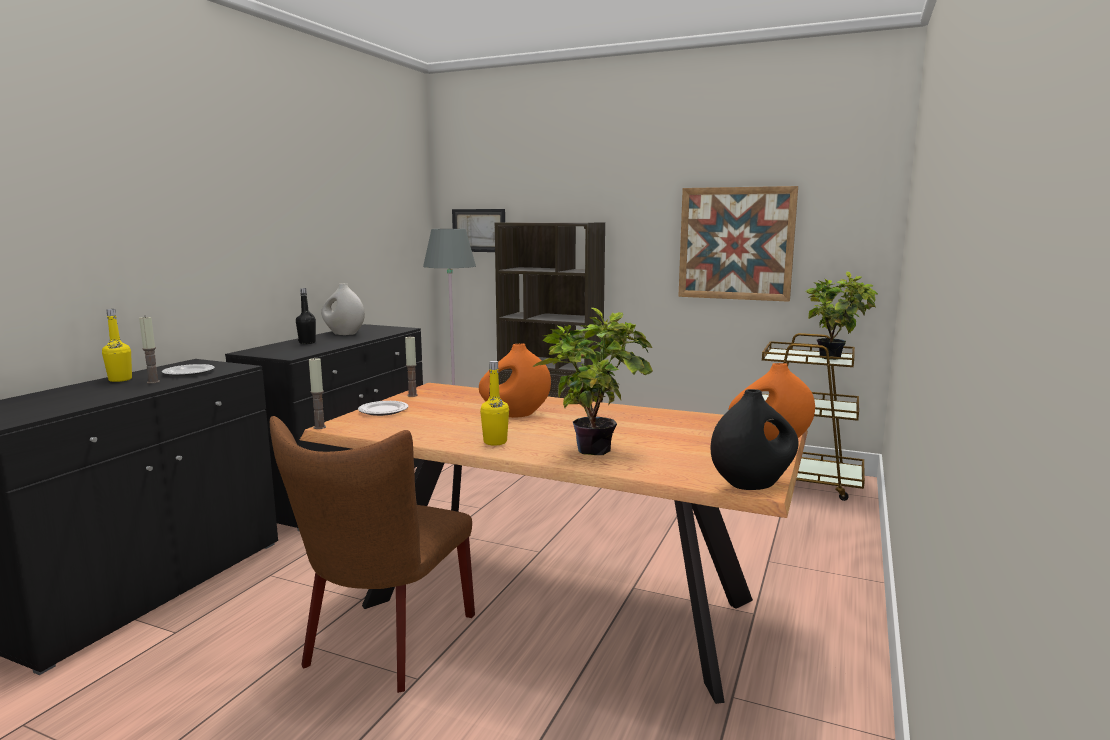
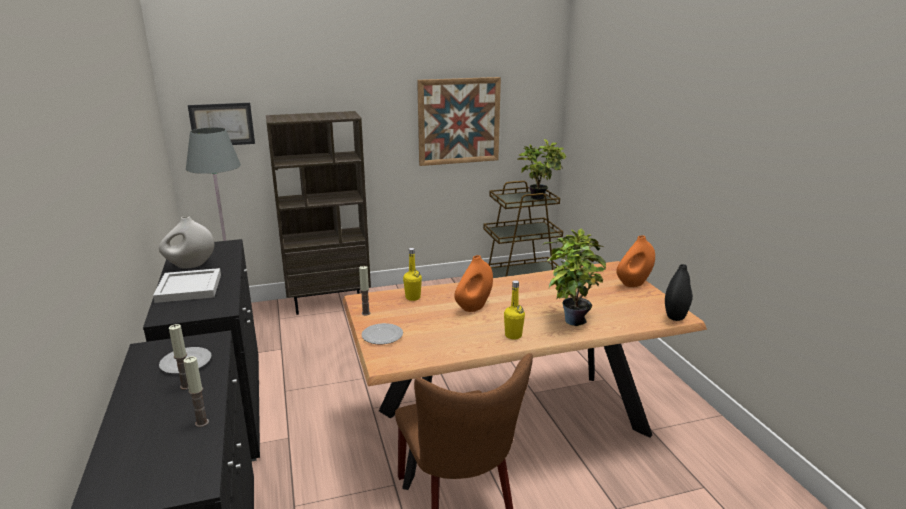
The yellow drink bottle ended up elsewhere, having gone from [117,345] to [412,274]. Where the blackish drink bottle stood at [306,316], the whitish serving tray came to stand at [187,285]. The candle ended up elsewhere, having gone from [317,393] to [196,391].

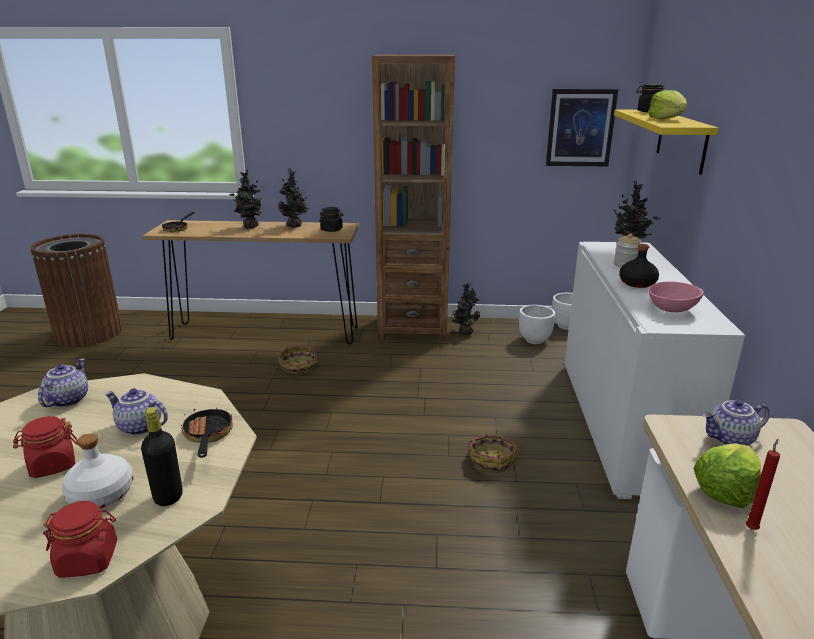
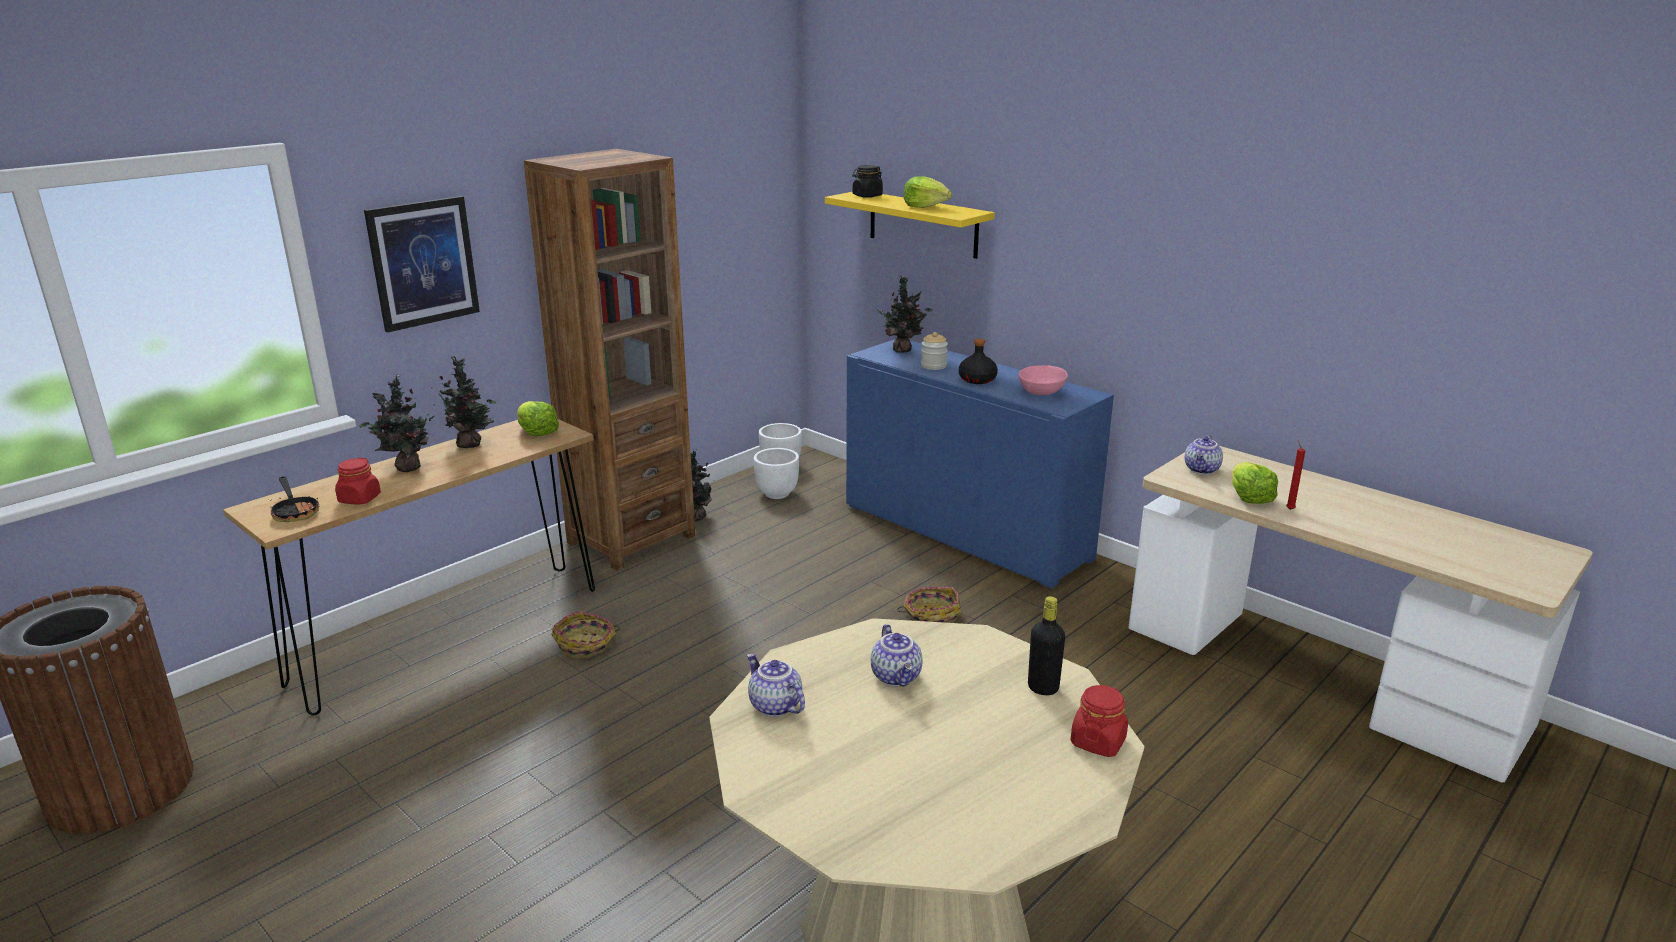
The red storage jar ended up elsewhere, having gone from [45,447] to [358,481]. The second view lost the whitish drink bottle at [97,471]. The pot for tea at [136,411] ended up facing another way, 75 degrees counterclockwise from before. The second view lost the frying pan at [207,433]. Where the blackish storage jar stood at [331,219], the lettuce head came to stand at [538,419]. The wall art ended up elsewhere, having gone from [582,127] to [422,264]. What was the whitish cupboard at [655,370] turned into the bluish cupboard at [980,464].

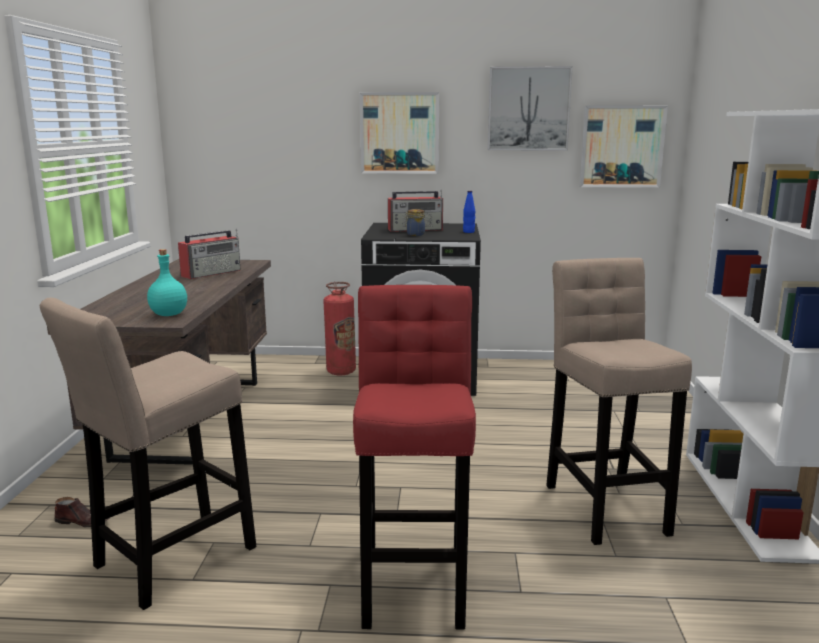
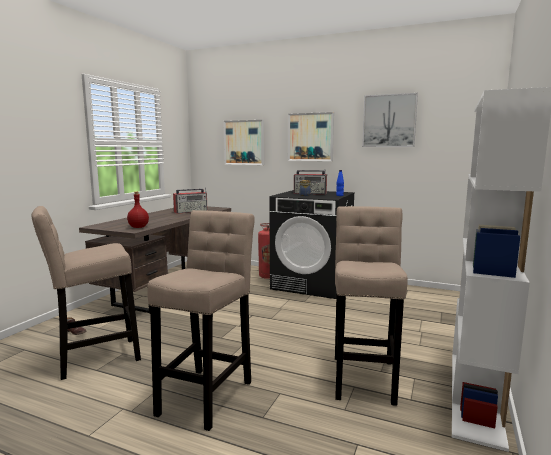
What was the turquoise-coloured drink bottle at [167,282] turned into the red drink bottle at [138,210]. What was the red sitting stool at [414,457] turned into the sand-coloured sitting stool at [201,320]. The wall art ended up elsewhere, having gone from [623,146] to [243,142].

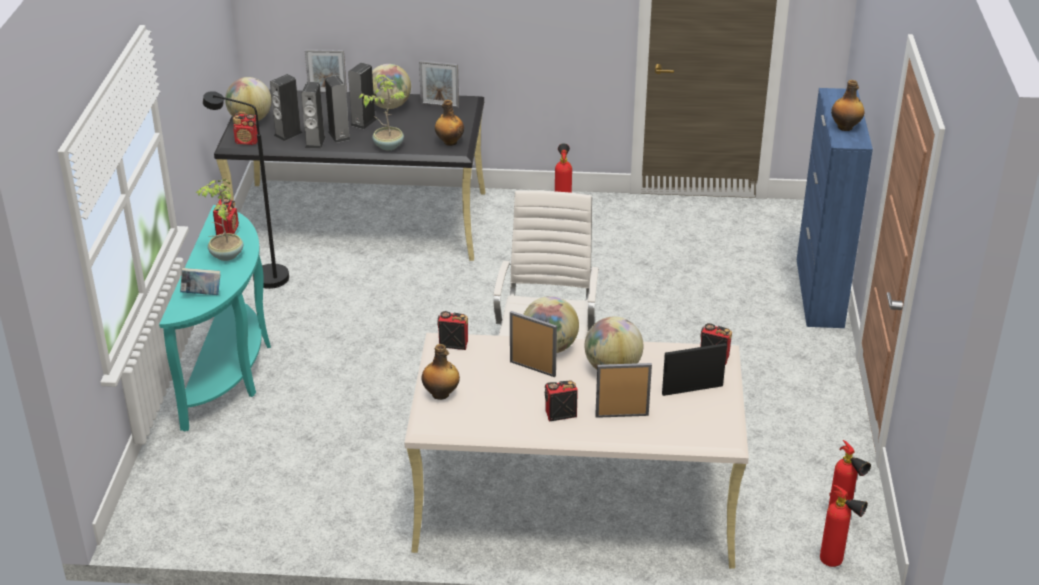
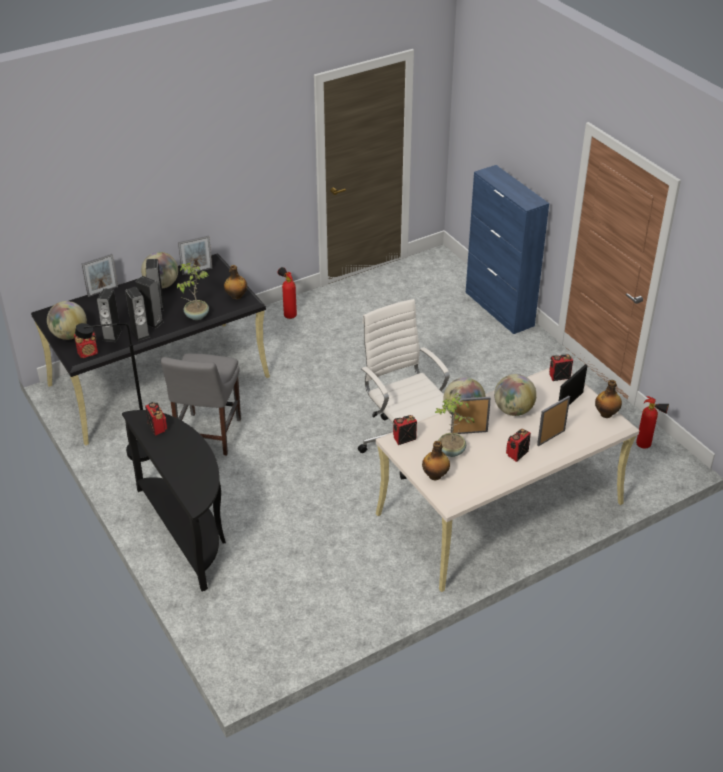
What was the turquoise-coloured hall table at [215,318] turned into the blackish hall table at [174,500]. The second view lost the bound book at [200,281]. The plant in a pot ended up elsewhere, having gone from [219,220] to [455,425]. The second view lost the fire extinguisher at [844,526]. The drink bottle ended up elsewhere, having gone from [847,105] to [608,399]. The second view gained the grey plain chair at [201,404].

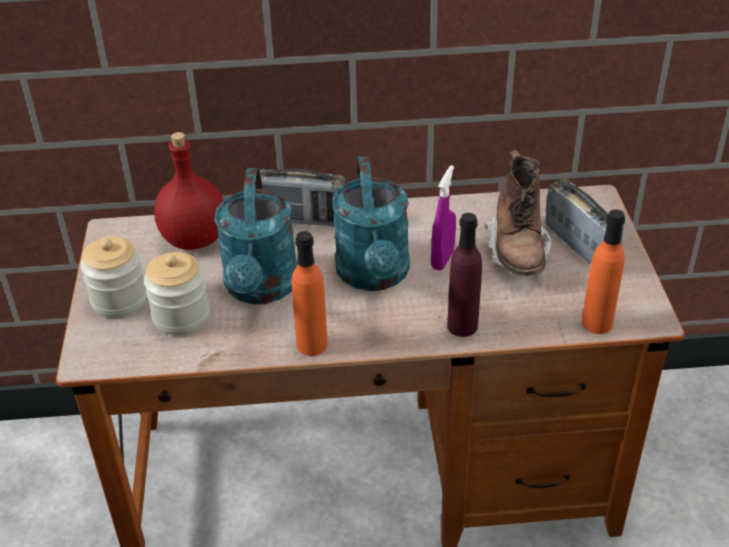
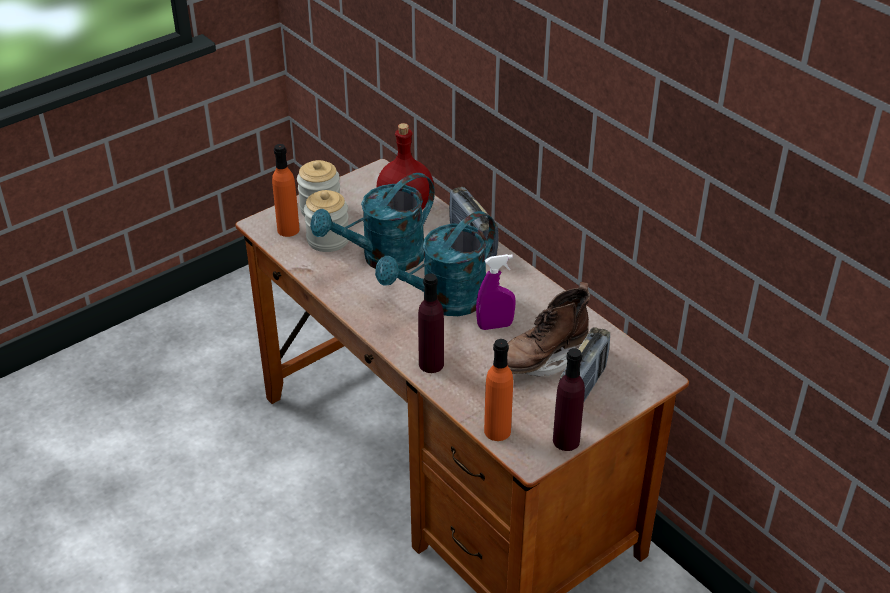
The orange-coloured drink bottle ended up elsewhere, having gone from [310,293] to [286,190]. The second view gained the purple drink bottle at [569,399].

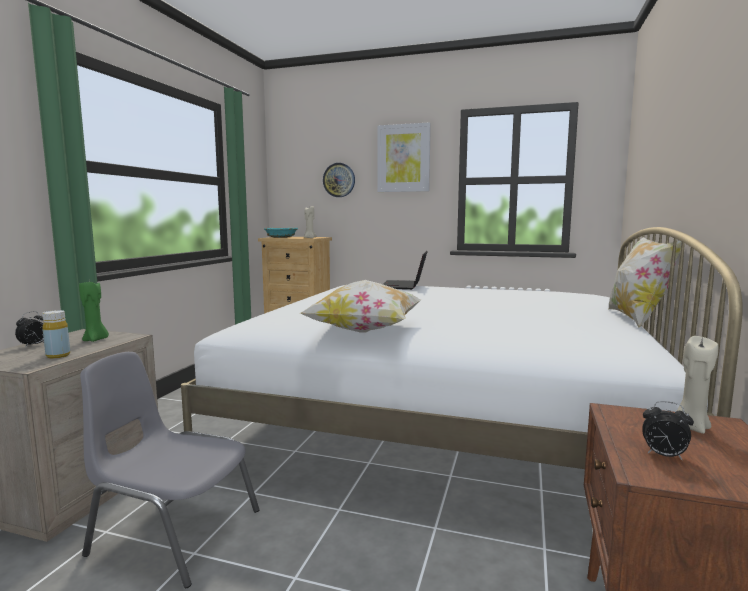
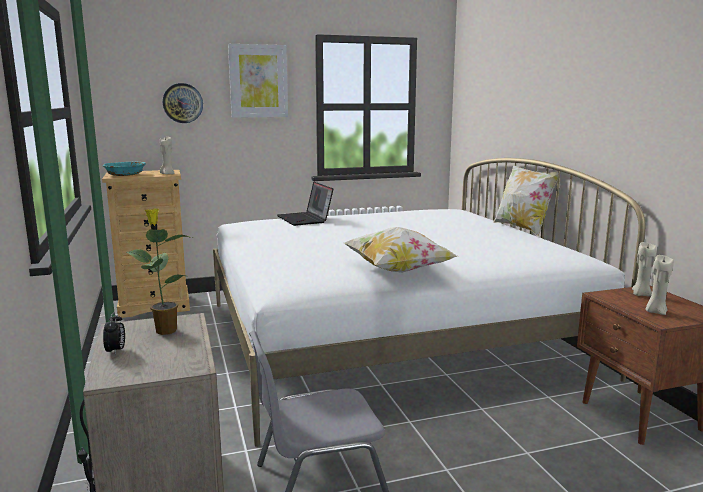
The second view lost the yellow drink bottle at [56,334]. Where the greenish candle stood at [94,311], the plant in a pot came to stand at [159,271]. Where the bedside clock stood at [668,430], the sand-coloured candle came to stand at [659,285].

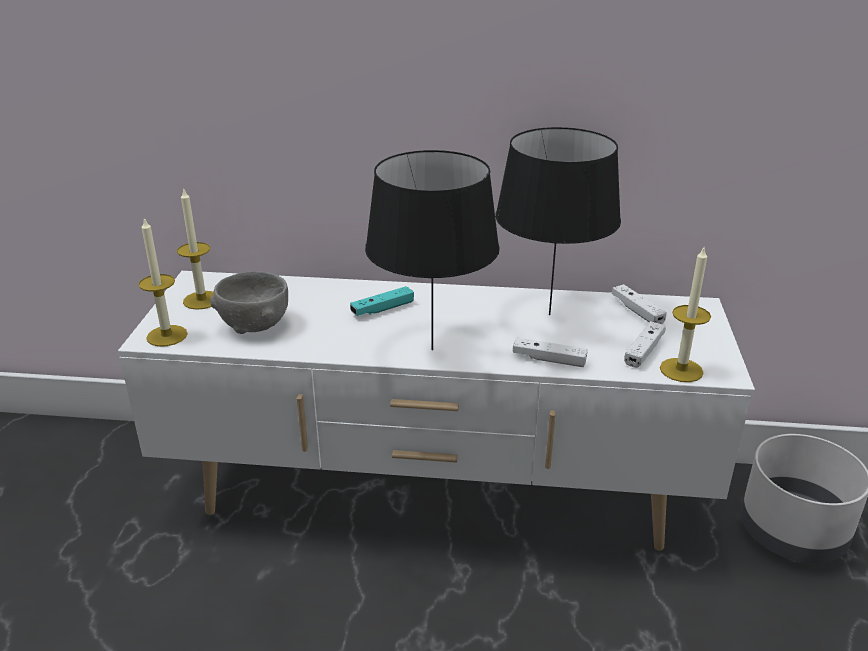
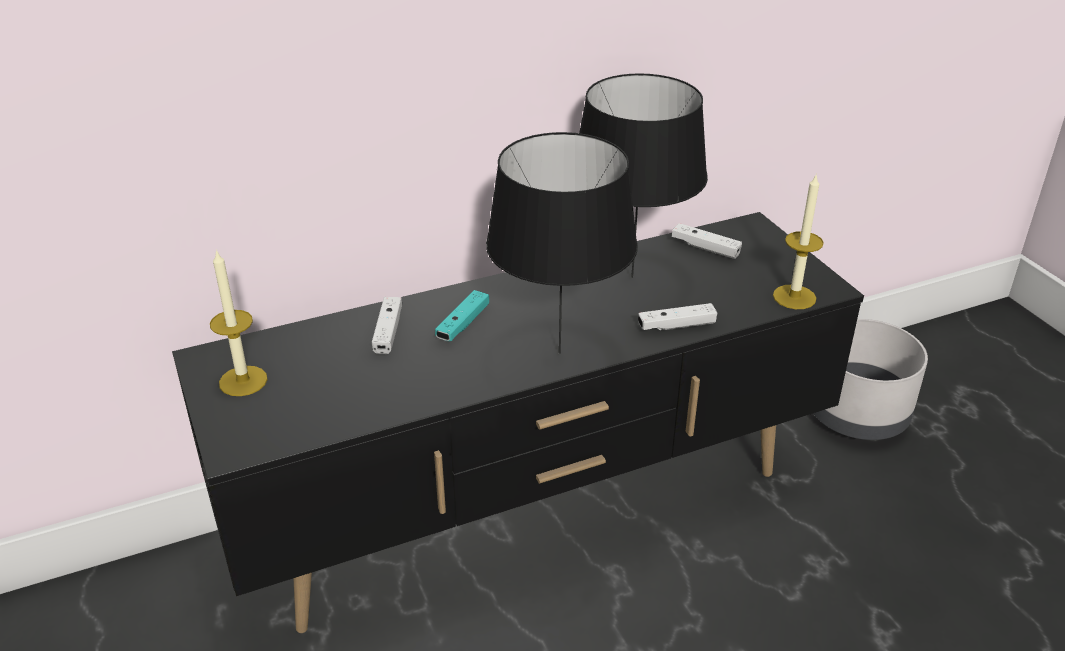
What was the whitish tv unit at [436,411] turned into the blackish tv unit at [518,422]. The second view lost the candle at [163,282]. The second view lost the grey deep dish at [249,302]. The whitish joypad ended up elsewhere, having gone from [645,344] to [387,325].

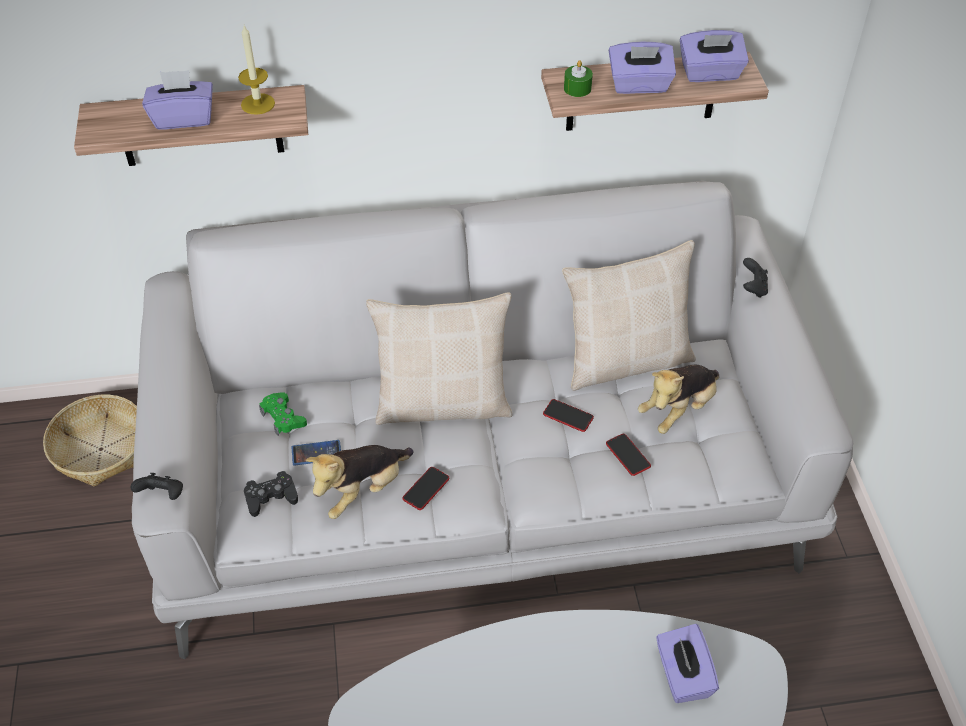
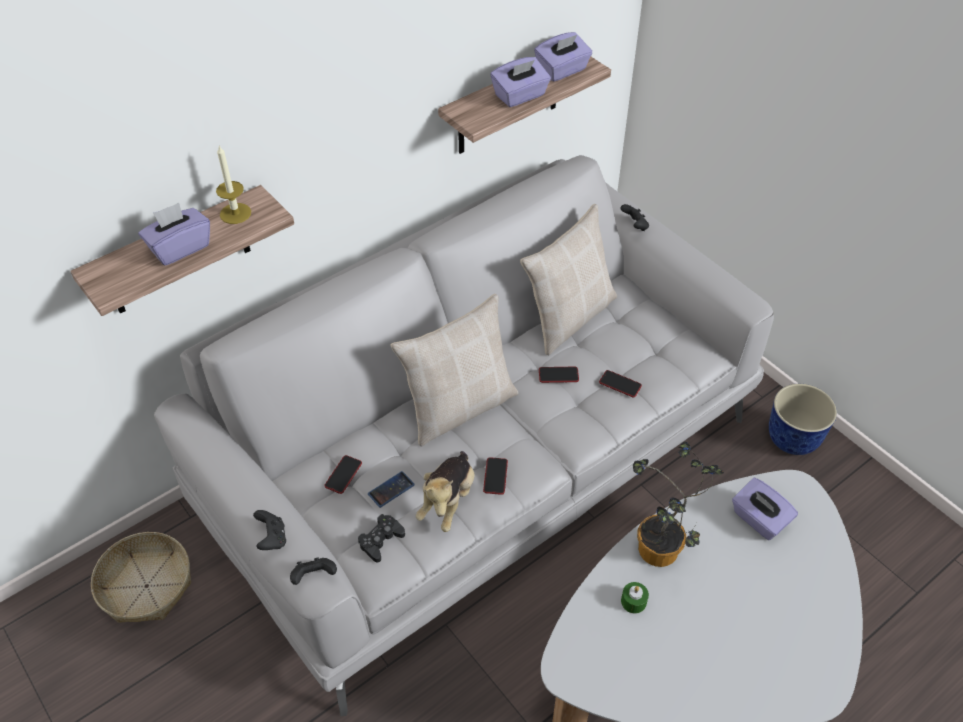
Where the greenish joypad stood at [283,414], the phone came to stand at [343,474]. The greenish candle ended up elsewhere, having gone from [578,78] to [635,598]. The second view lost the plush toy at [678,399]. The second view gained the blackish joypad at [269,530]. The second view gained the plant in a pot at [678,504]. The second view gained the planter at [803,419].

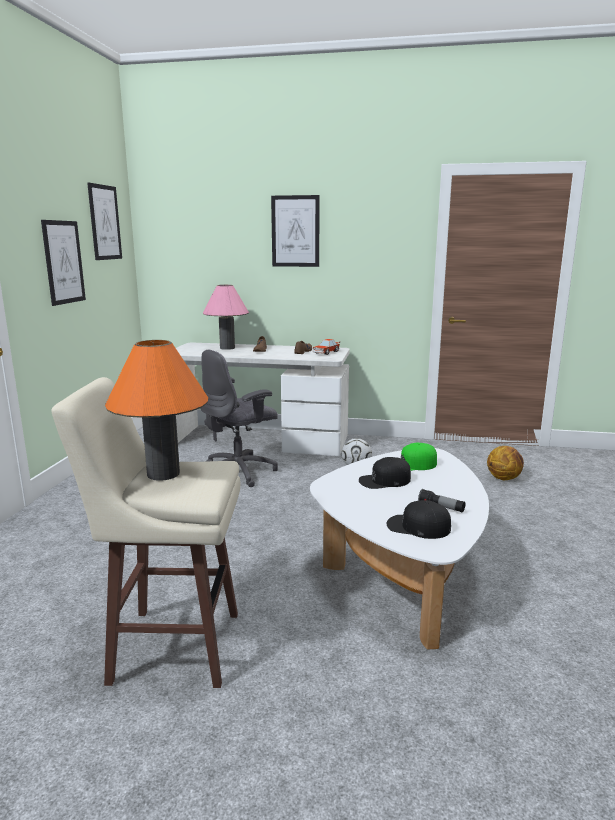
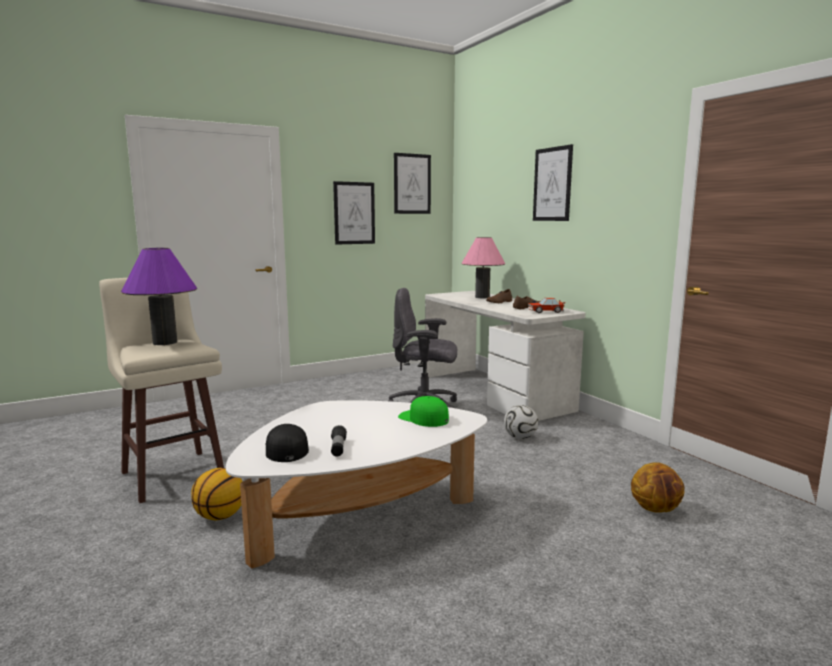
What was the orange-coloured lamp for a table at [156,410] turned into the purple lamp for a table at [159,296]. The second view lost the blackish baseball cap at [385,473]. The second view gained the basketball at [217,494].

